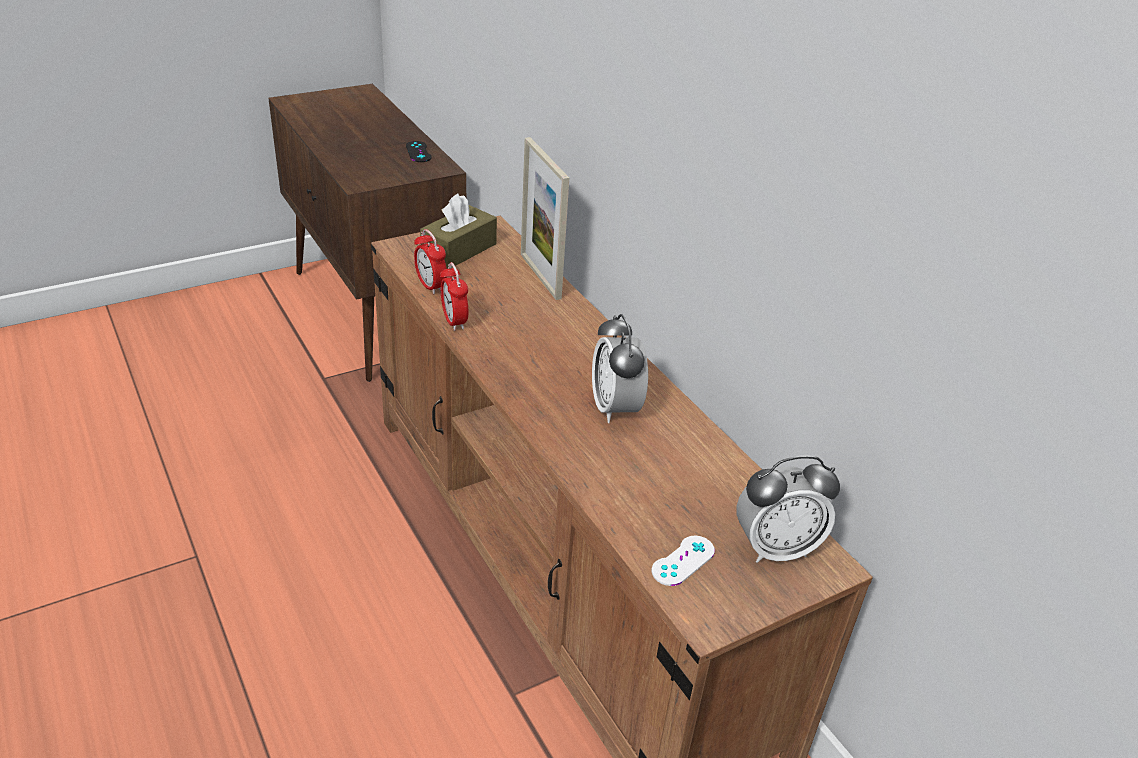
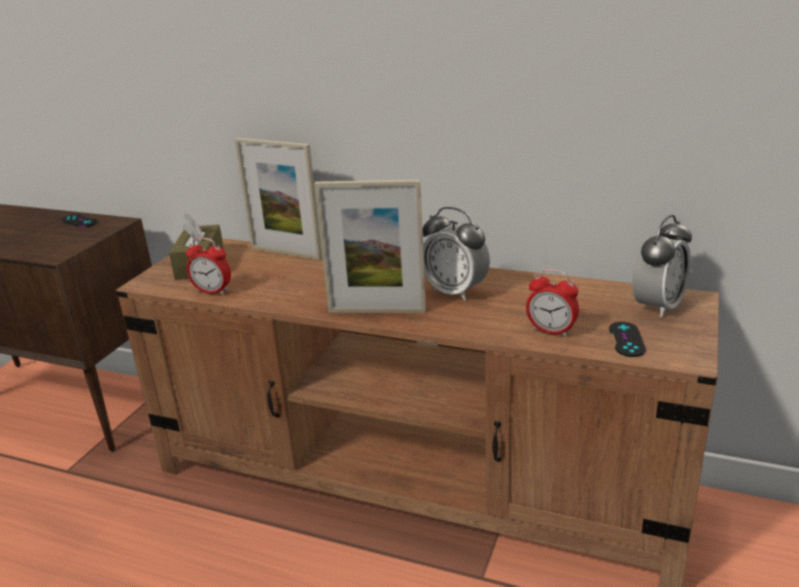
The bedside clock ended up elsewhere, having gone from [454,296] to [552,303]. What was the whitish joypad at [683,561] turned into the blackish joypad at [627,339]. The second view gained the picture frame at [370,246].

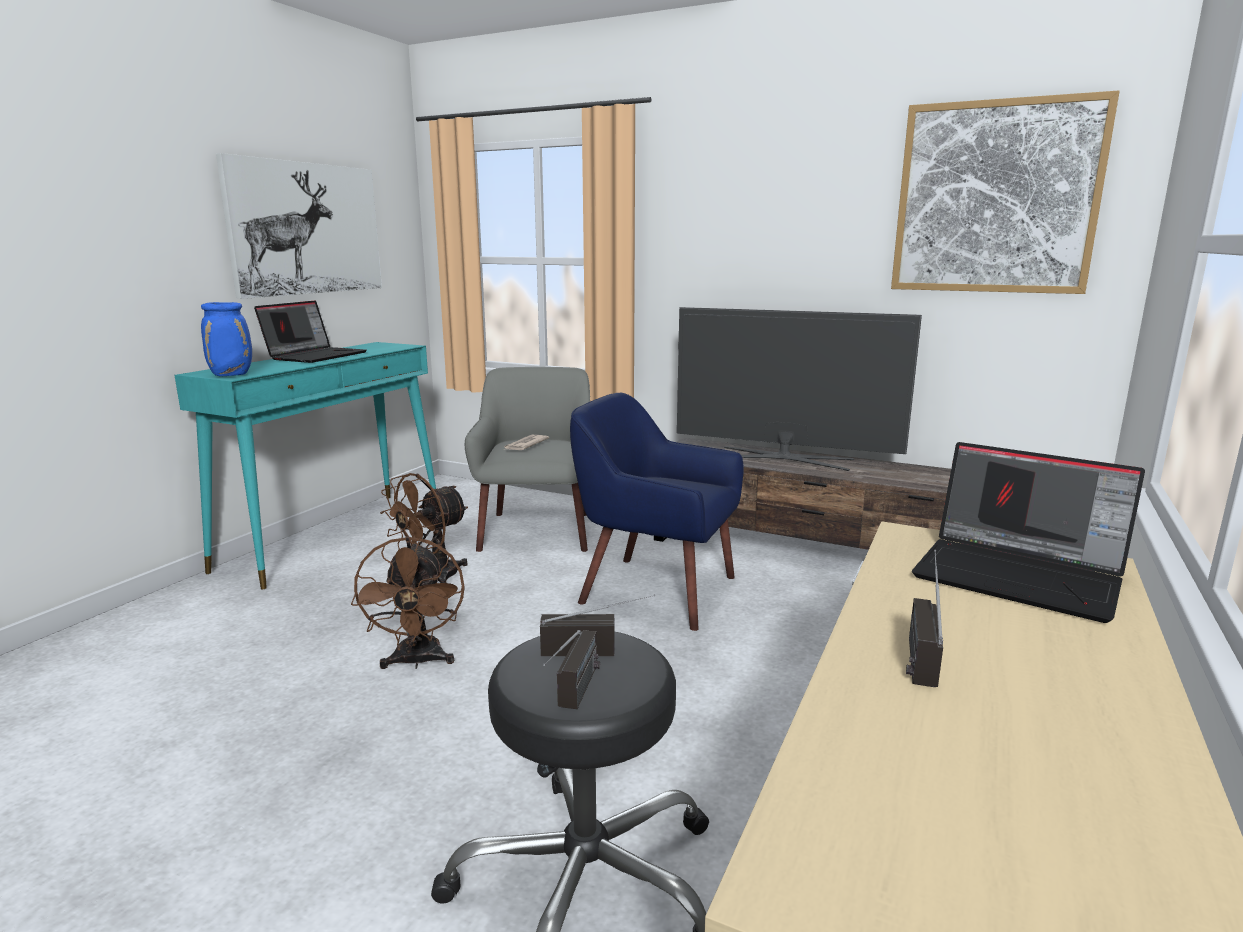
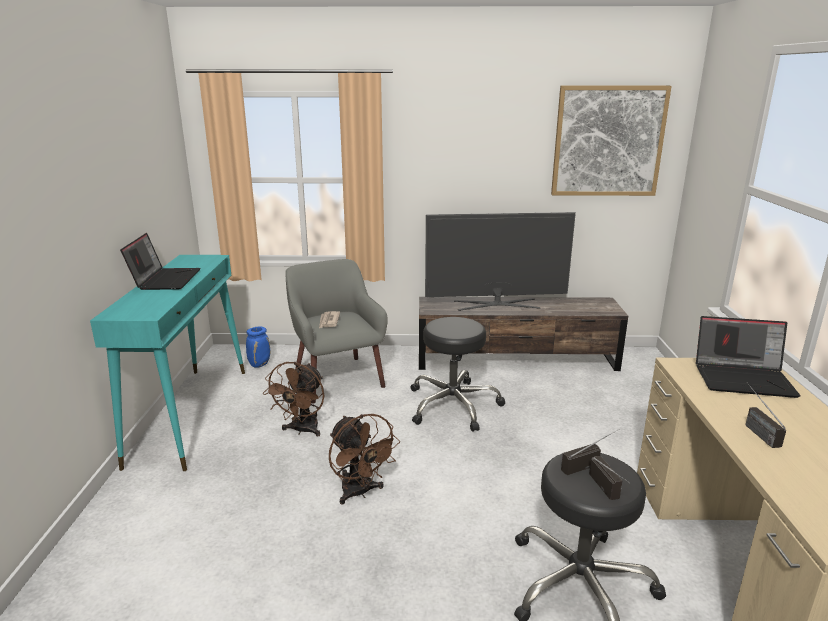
The bluish decorative vase ended up elsewhere, having gone from [226,339] to [258,347]. The second view lost the wall art at [299,226]. Where the bluish lounge chair stood at [657,512], the blackish sitting stool came to stand at [458,374].

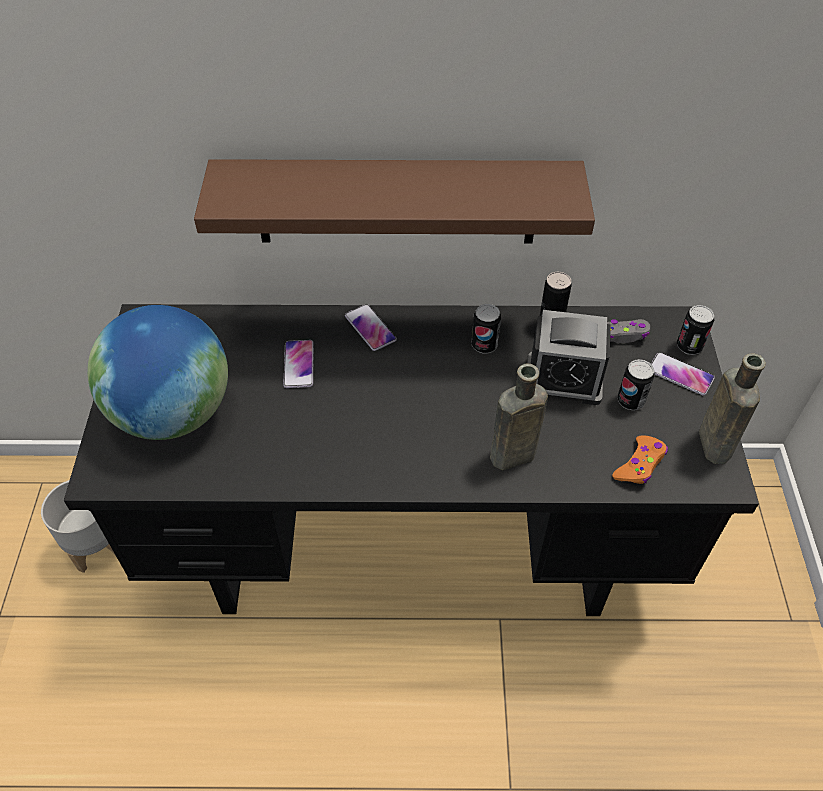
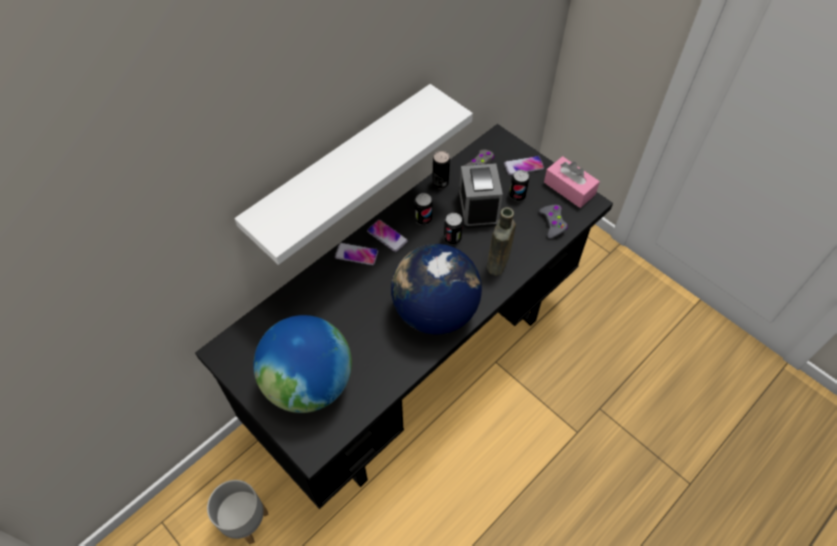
What was the brown-coloured bracket shelf at [394,201] turned into the whitish bracket shelf at [353,174]. The phone ended up elsewhere, having gone from [298,364] to [387,236]. The bedside clock at [569,357] ended up facing another way, 120 degrees clockwise from before. What was the orange-coloured joypad at [640,460] turned into the grey joypad at [553,222]. The sealed can ended up elsewhere, having gone from [695,330] to [453,229]. Where the brown-coloured drink bottle stood at [732,408], the pink tissue holder came to stand at [572,182]. The second view gained the desk globe at [436,289].

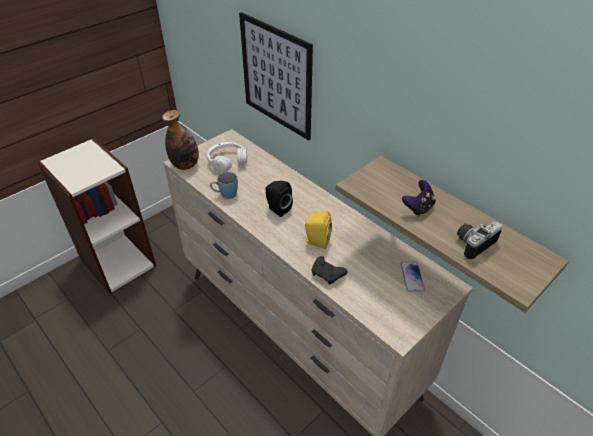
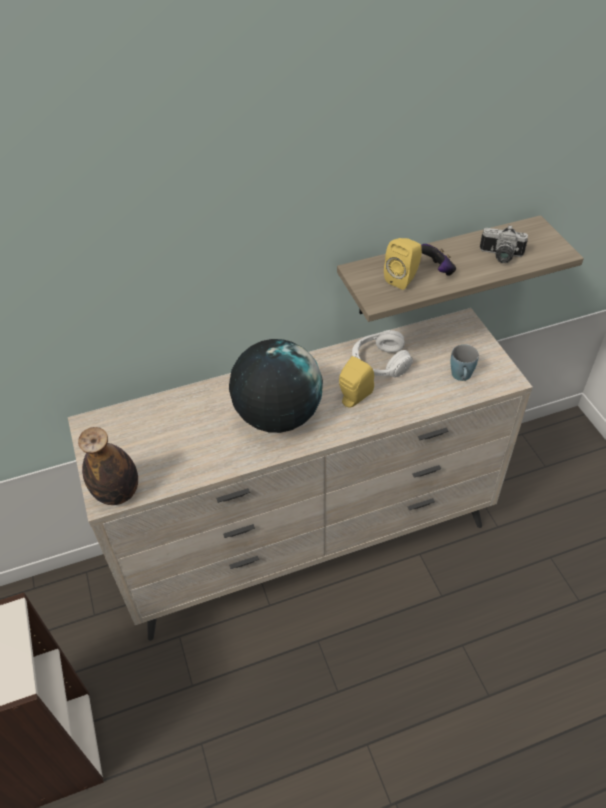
The whitish headphones ended up elsewhere, having gone from [227,157] to [382,354]. The bluish mug ended up elsewhere, having gone from [224,185] to [464,362]. The second view lost the wall art at [276,76]. Where the blackish audio speaker stood at [279,199], the desk globe came to stand at [276,386]. The second view lost the blackish joypad at [329,270]. The second view lost the phone at [413,277]. The still camera at [479,240] ended up facing another way, 60 degrees counterclockwise from before. The second view gained the yellow audio speaker at [403,264].

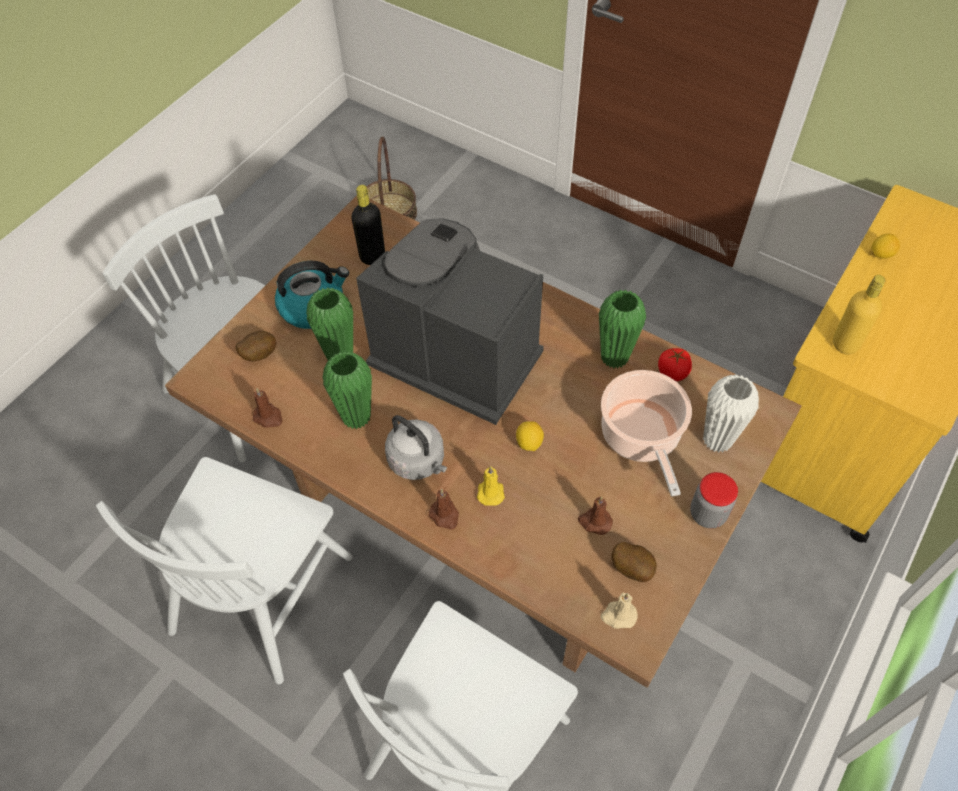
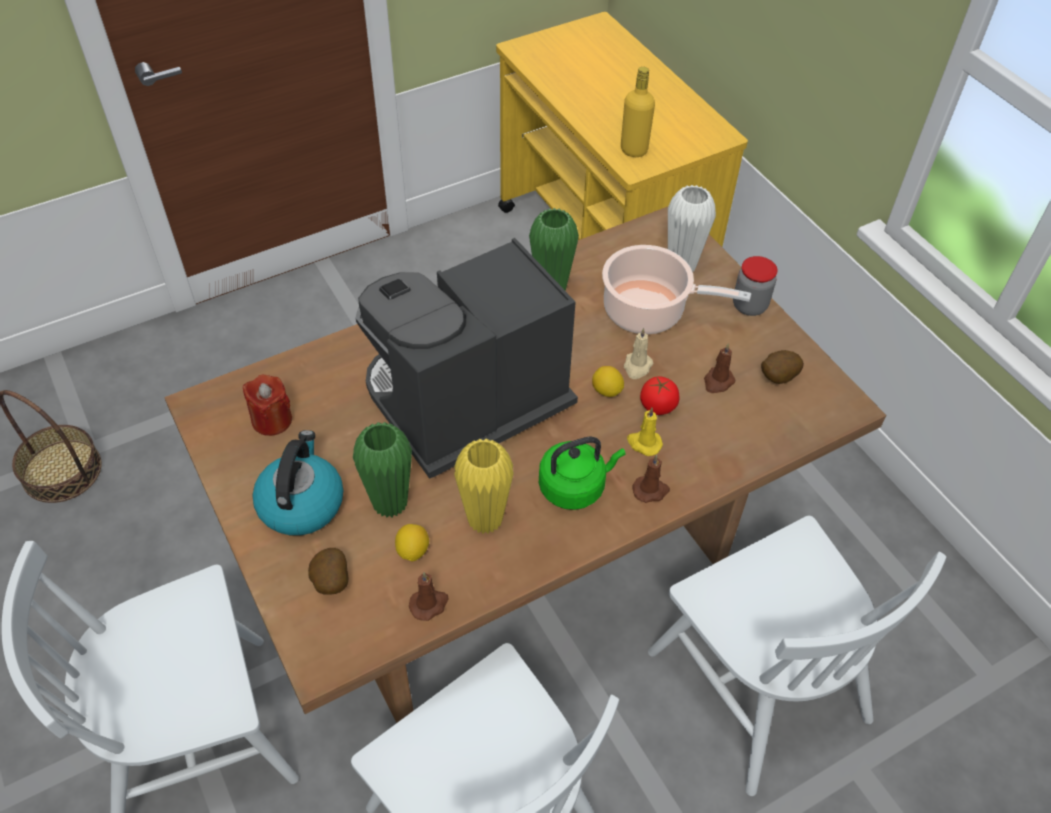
What was the greenish decorative vase at [347,390] turned into the yellow decorative vase at [484,486]. Where the blackish drink bottle stood at [368,225], the red candle came to stand at [267,405]. What was the grey kettle at [416,447] turned into the greenish kettle at [582,473]. The sand-coloured candle ended up elsewhere, having gone from [619,611] to [639,353]. The whole tomato ended up elsewhere, having gone from [675,364] to [659,395]. The citrus fruit ended up elsewhere, having gone from [886,246] to [412,542].

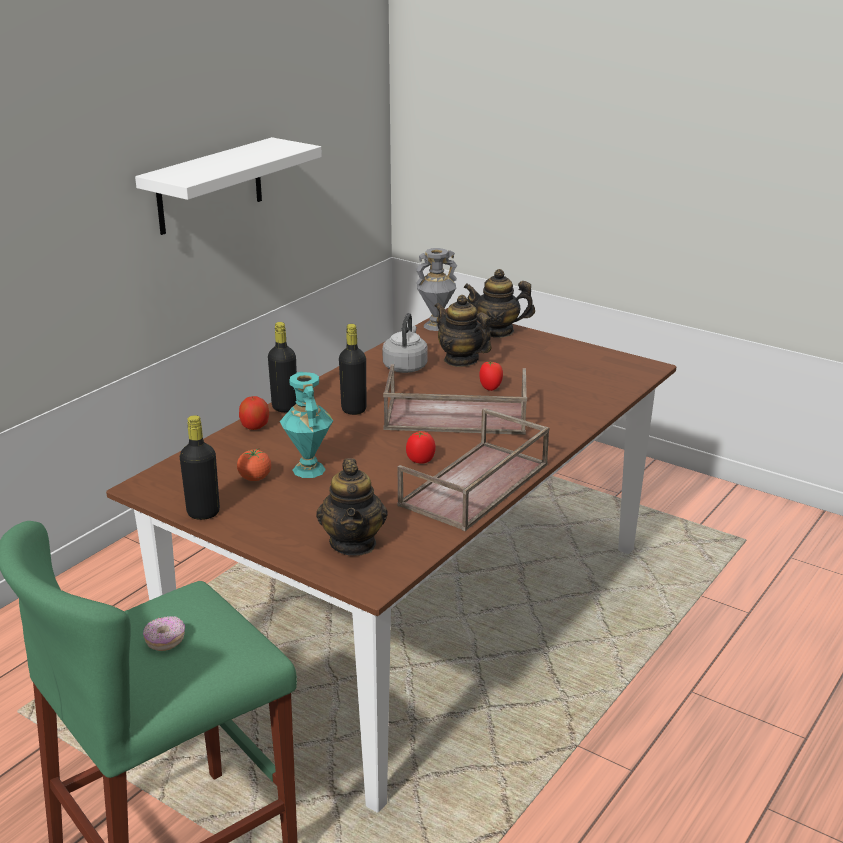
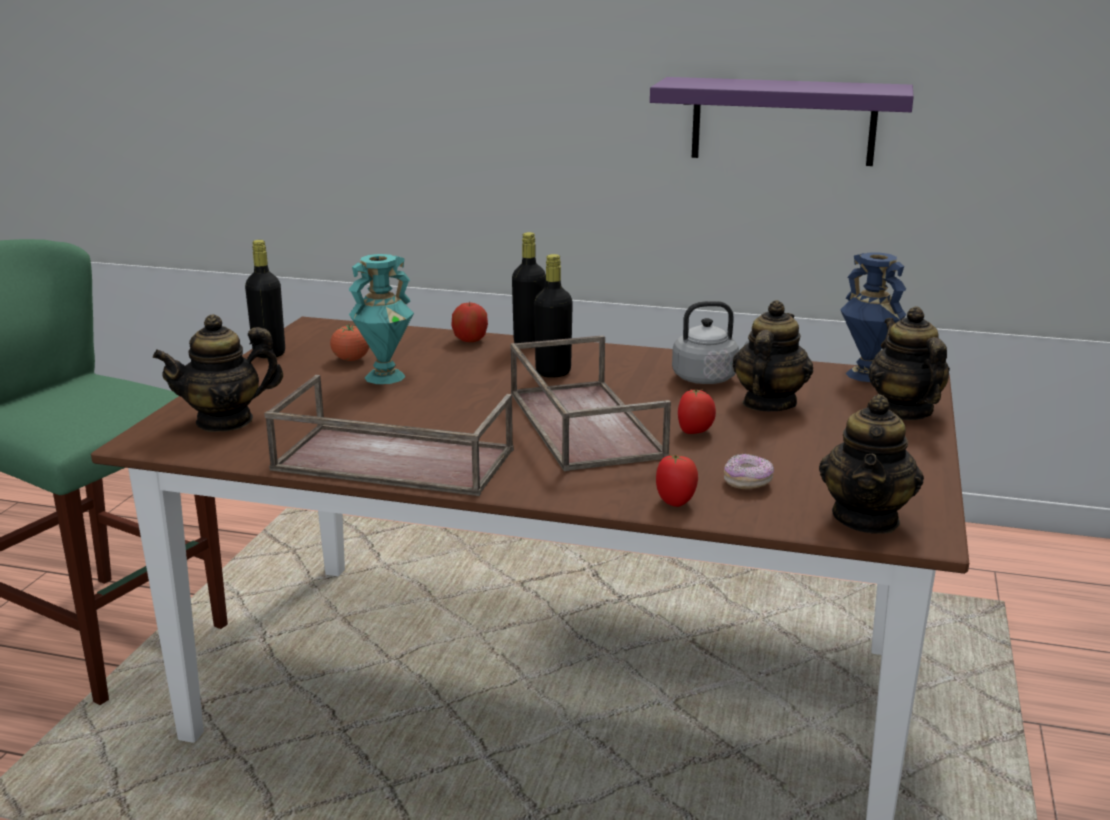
What was the whitish bracket shelf at [228,186] turned into the purple bracket shelf at [782,121]. The ring doughnut ended up elsewhere, having gone from [164,633] to [749,471]. The whole tomato ended up elsewhere, having gone from [421,447] to [677,480]. What was the grey decorative vase at [436,289] turned into the bluish decorative vase at [873,317]. The second view gained the pot for tea at [871,464].

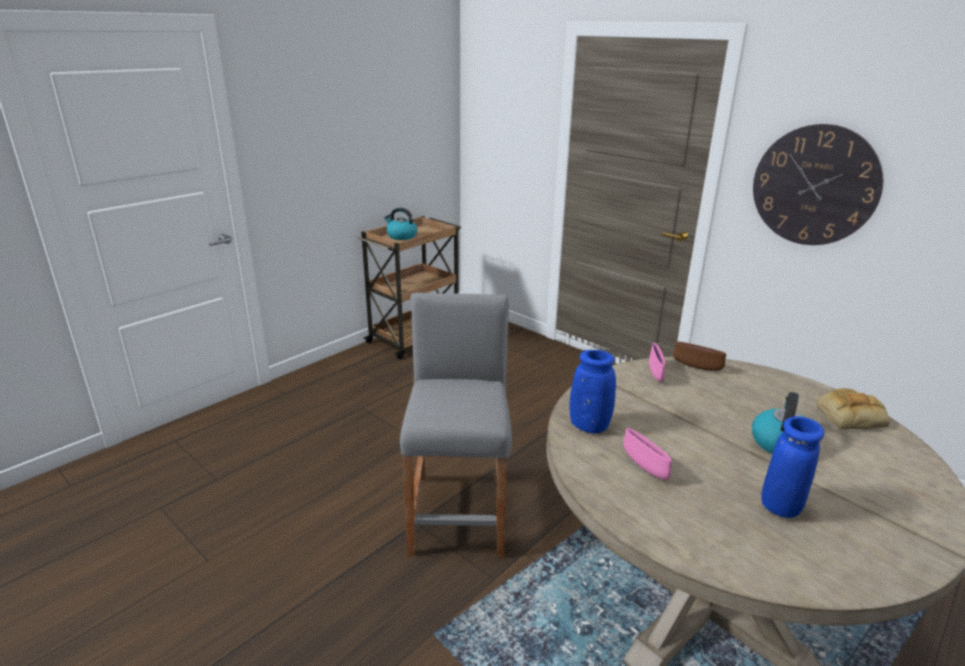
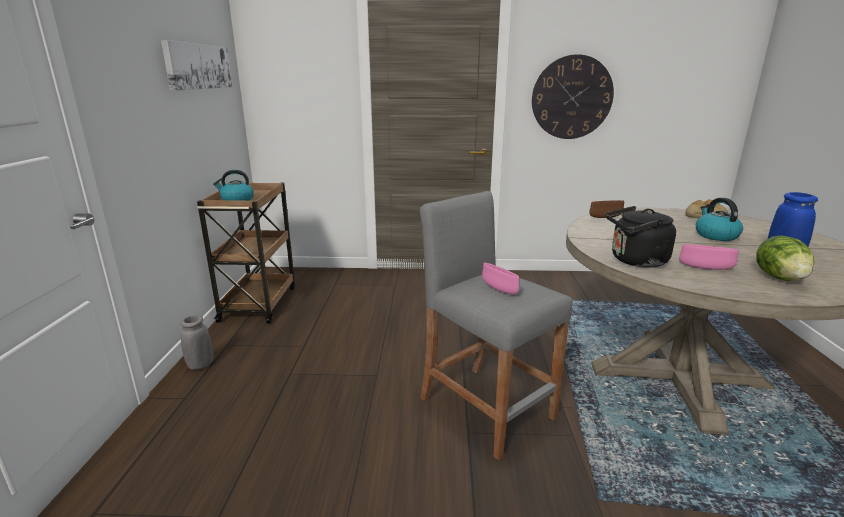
Where the bluish decorative vase stood at [593,392], the blackish kettle came to stand at [641,237]. The pink deep dish ended up elsewhere, having gone from [657,362] to [500,278]. The second view gained the wall art at [196,65]. The second view gained the grey decorative vase at [196,342]. The second view gained the lettuce head at [785,258].

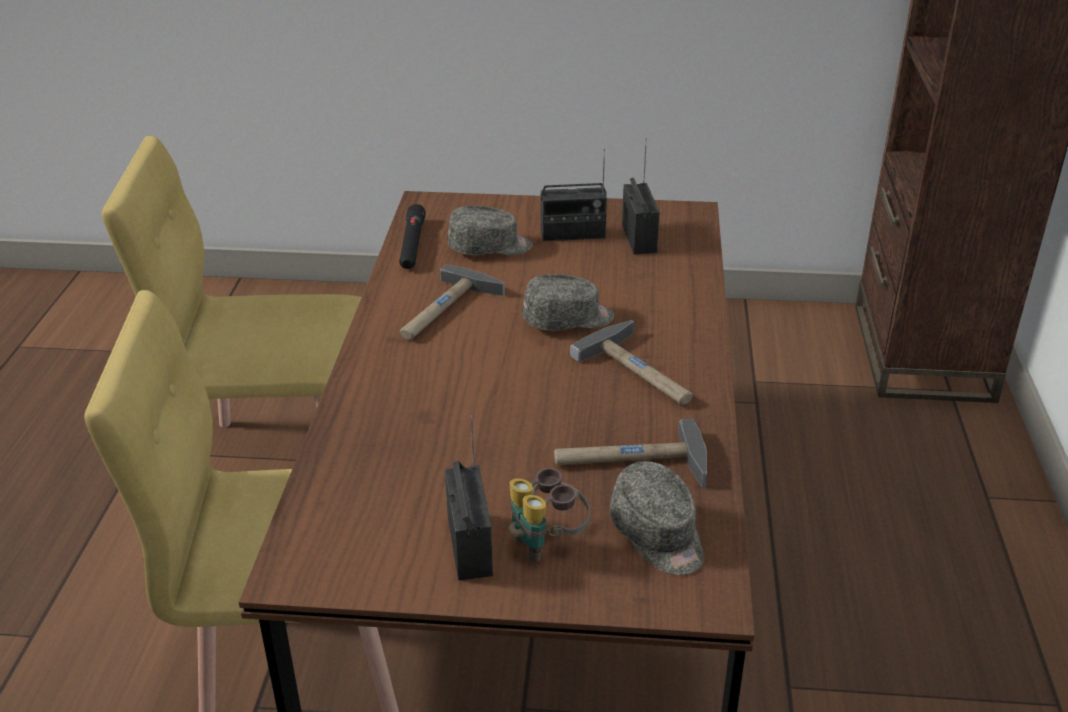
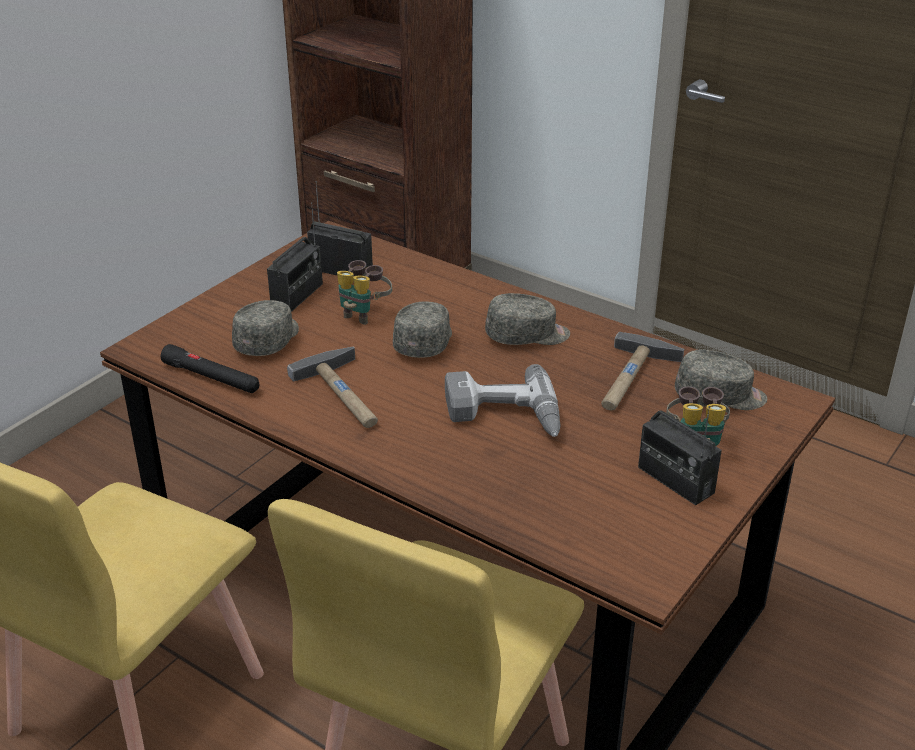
The radio at [469,496] ended up facing another way, 150 degrees counterclockwise from before. Where the hammer stood at [631,362], the grey baseball cap came to stand at [527,319]. The second view gained the binoculars at [364,292]. The second view gained the power drill at [503,400].

